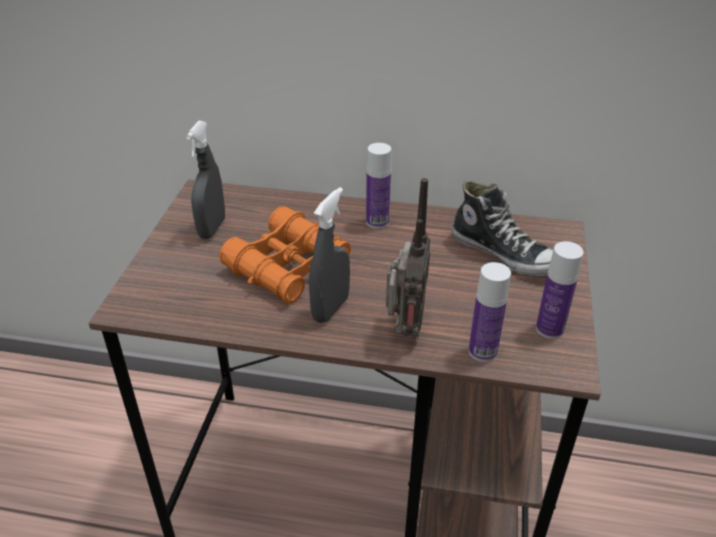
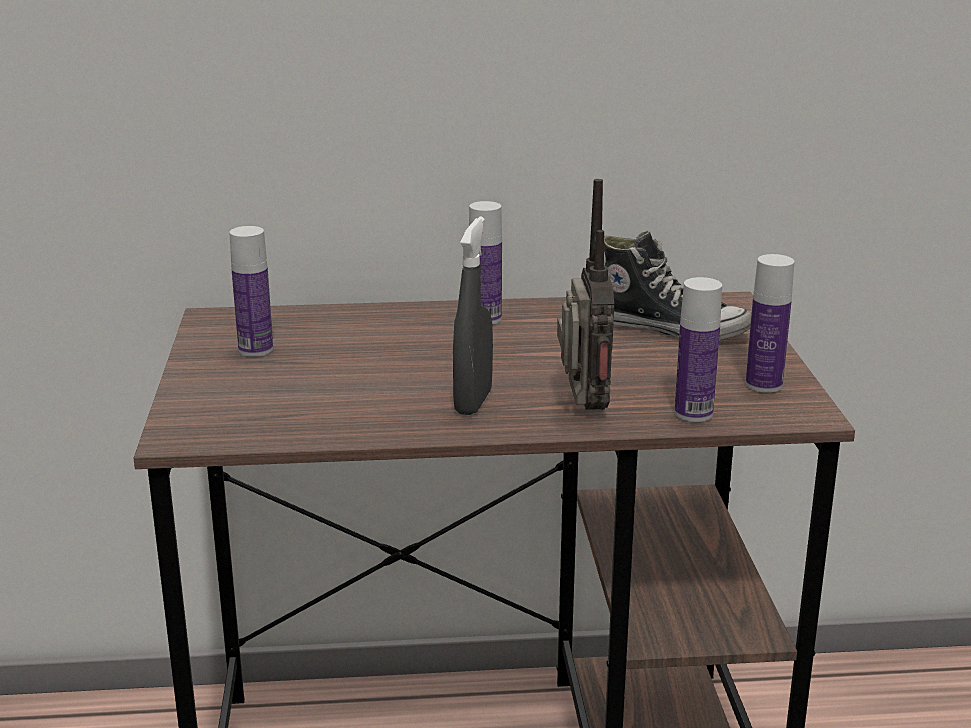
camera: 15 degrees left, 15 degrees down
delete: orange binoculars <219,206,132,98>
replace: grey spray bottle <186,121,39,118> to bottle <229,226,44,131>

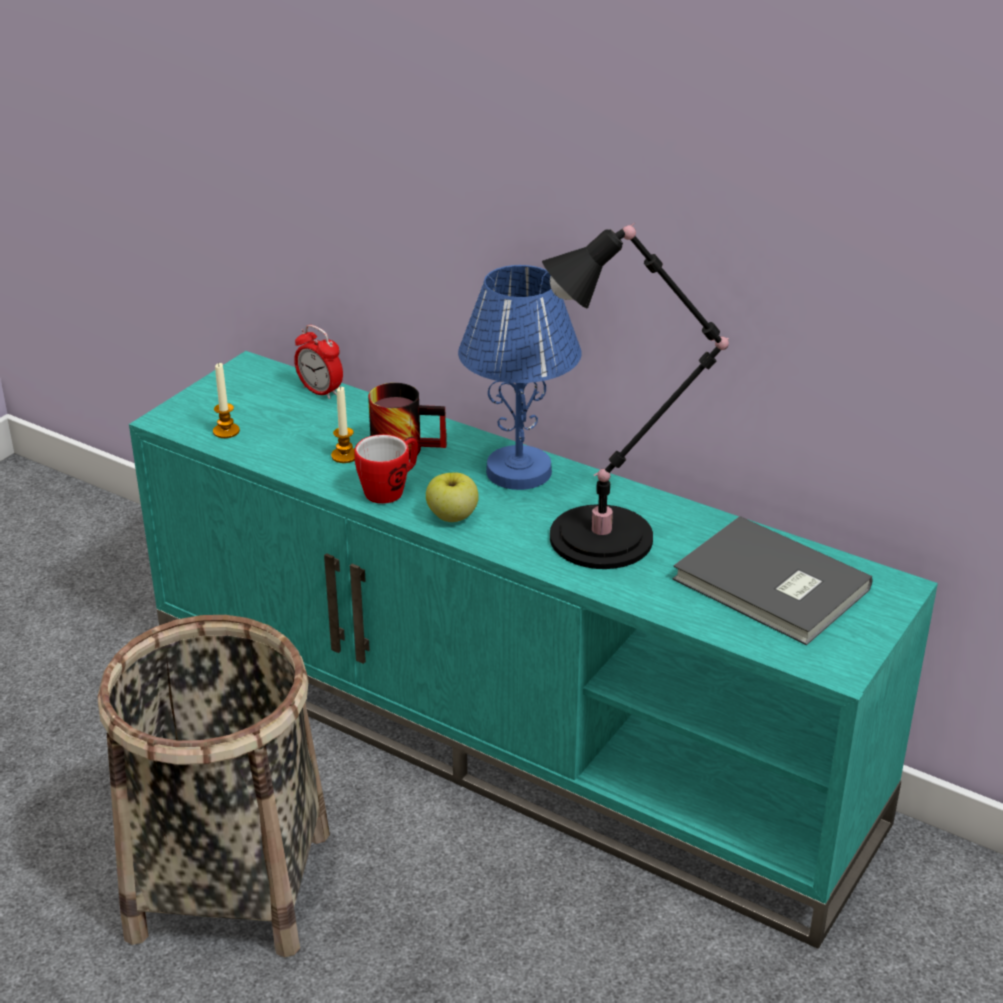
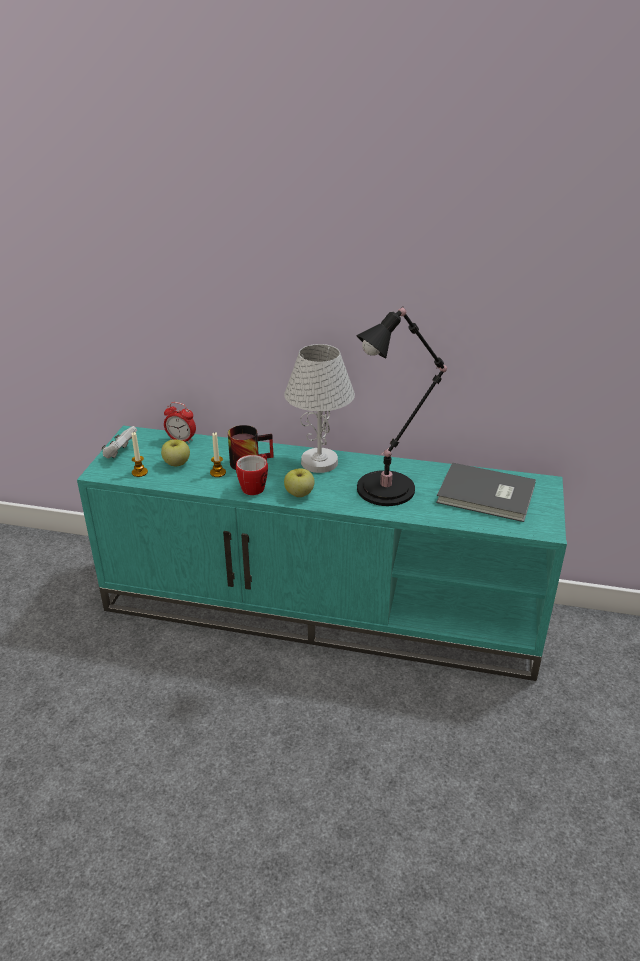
camera: 20 degrees left, 0 degrees up
delete: basket <98,615,232,342>
insert: white game controller <102,426,35,33>; apple <161,439,29,27>
recolor: blue table lamp <458,265,124,225> to white table lamp <284,344,71,129>

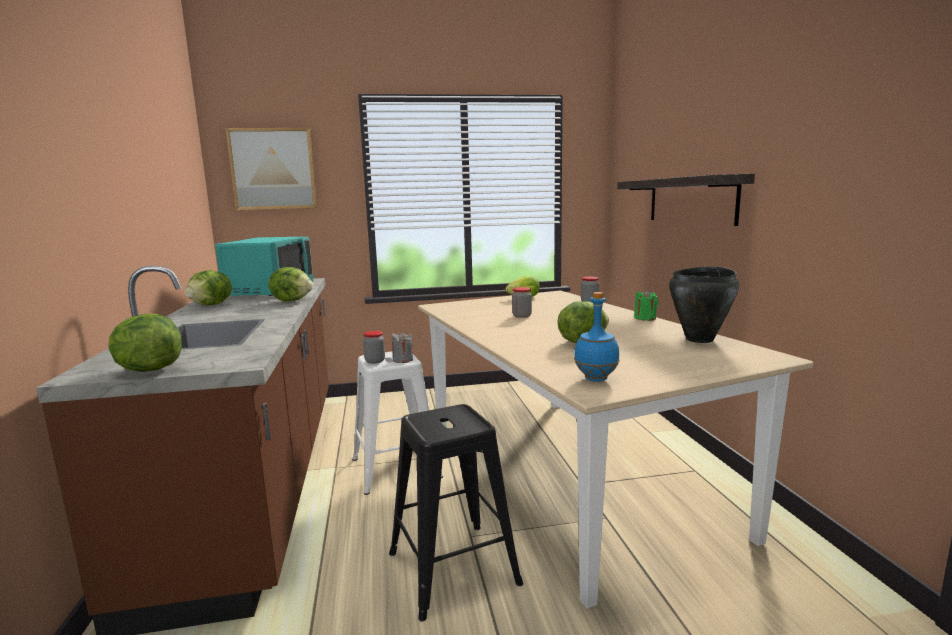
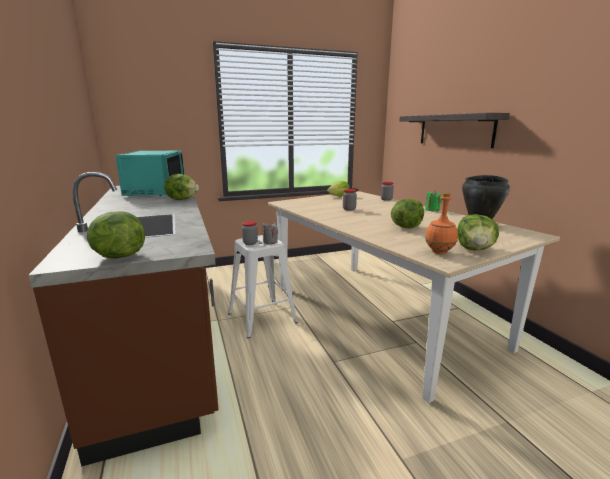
camera: 10 degrees left, 5 degrees up
delete: picture <226,128,91,82>; black stool <389,404,134,218>
move: lettuce <185,270,47,35> to <457,214,42,37>
recolor: blue bottle <574,292,46,90> to orange bottle <425,193,33,61>

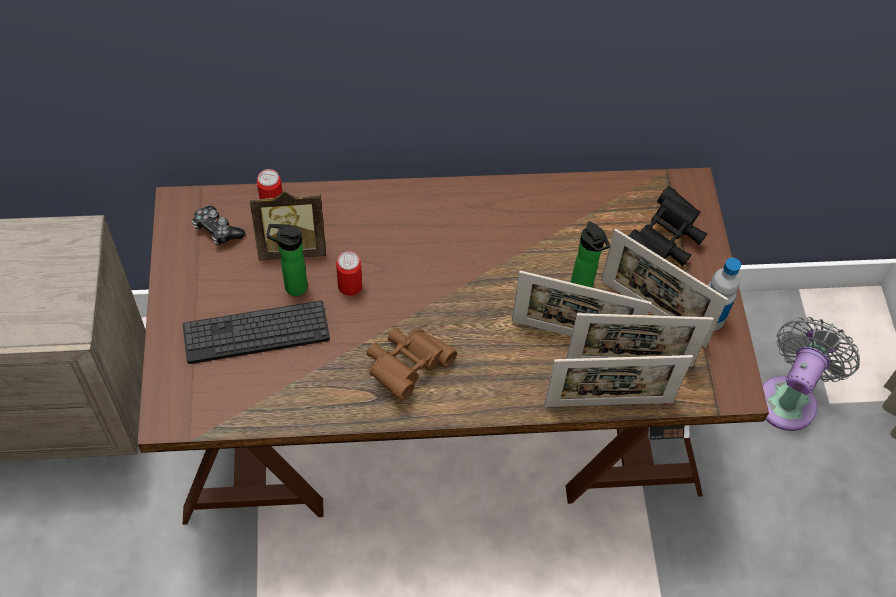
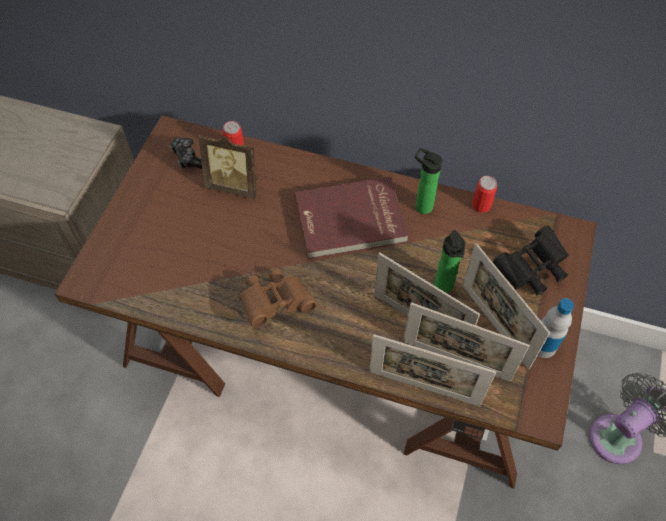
camera: 25 degrees right, 0 degrees up
delete: keyboard <183,301,147,63>
insert: red book <295,177,114,82>
move: bottle <266,224,42,72> to <415,148,28,66>; can <336,251,26,45> to <472,176,25,37>

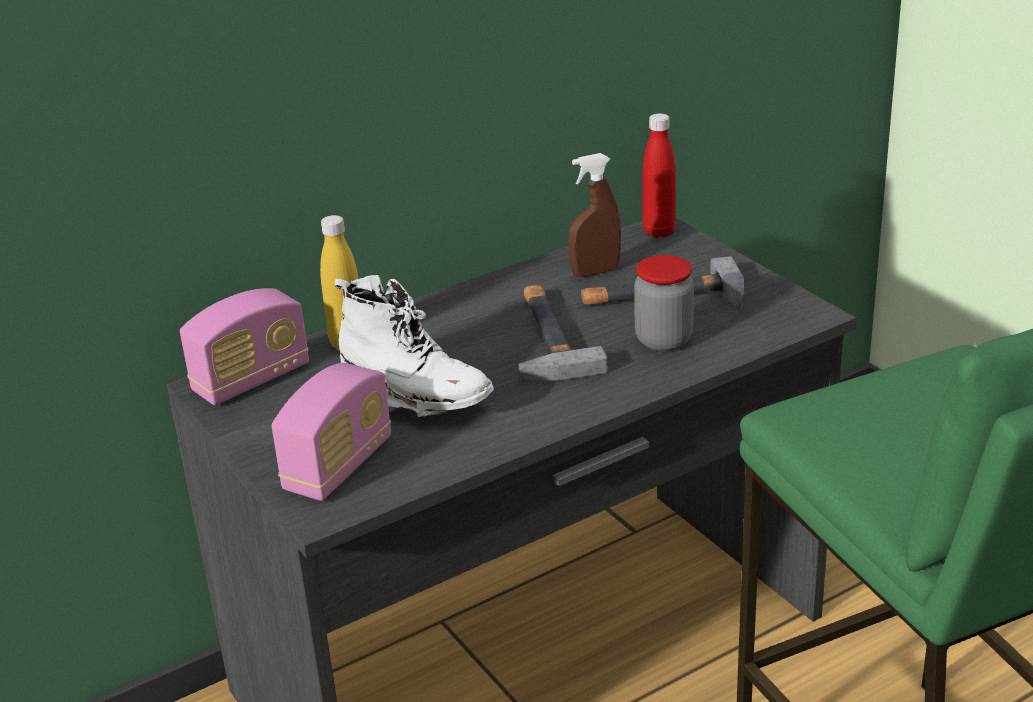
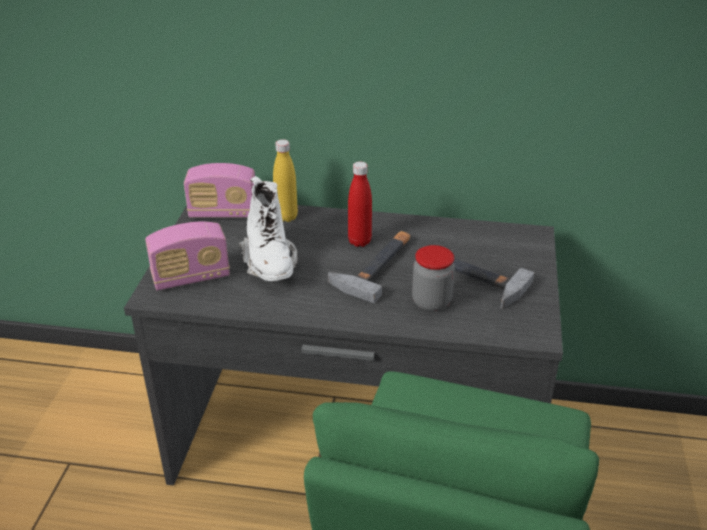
camera: 40 degrees right, 5 degrees up
delete: brown spray bottle <568,153,53,124>
move: red bottle <642,113,34,125> to <348,162,24,85>

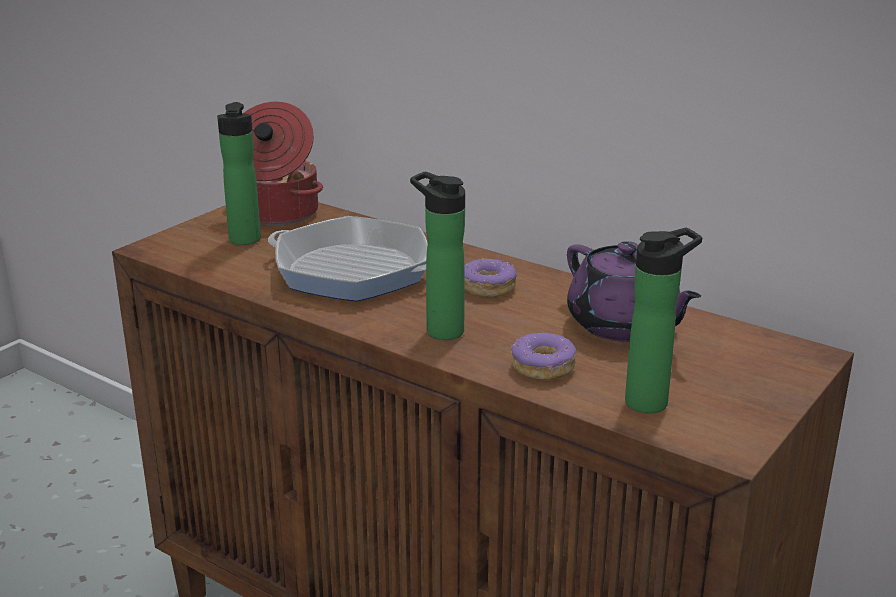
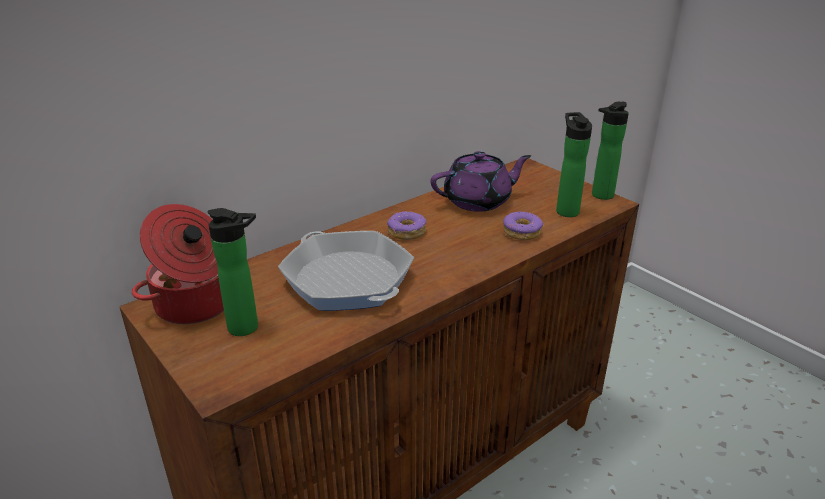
camera: 75 degrees left, 5 degrees up
move: bottle <410,171,55,169> to <592,102,37,98>
rotate: frying pan <268,216,160,86> = <278,231,136,80> 75 degrees counterclockwise

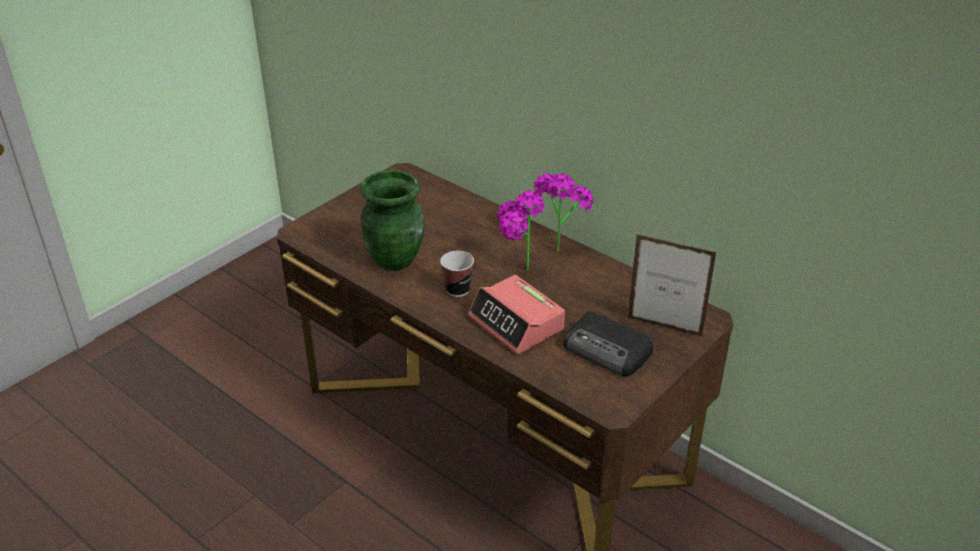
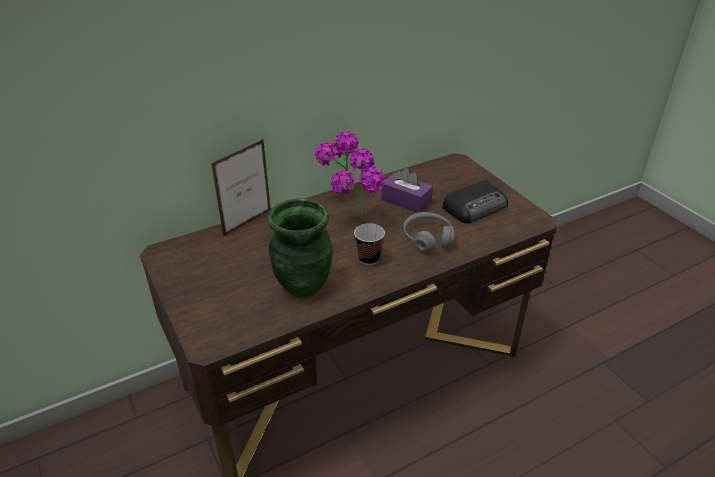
camera: 70 degrees left, 0 degrees up
insert: purple tissue box <381,168,52,45>
move: picture frame <628,234,89,103> to <211,139,60,98>
replace: alarm clock <468,275,97,79> to grey headphones <403,212,52,41>

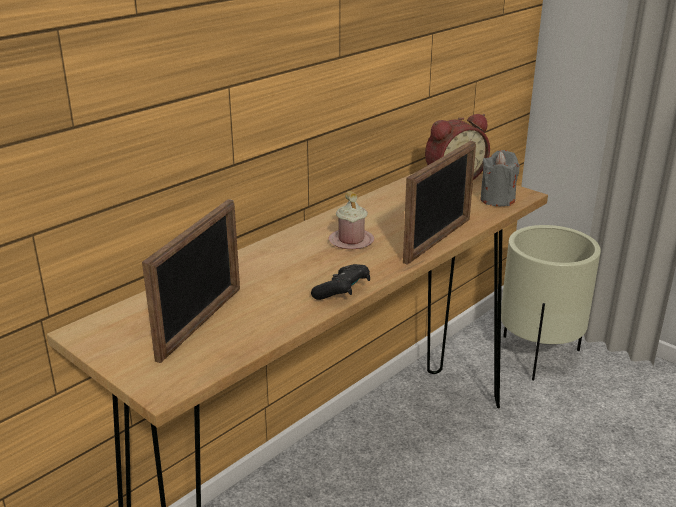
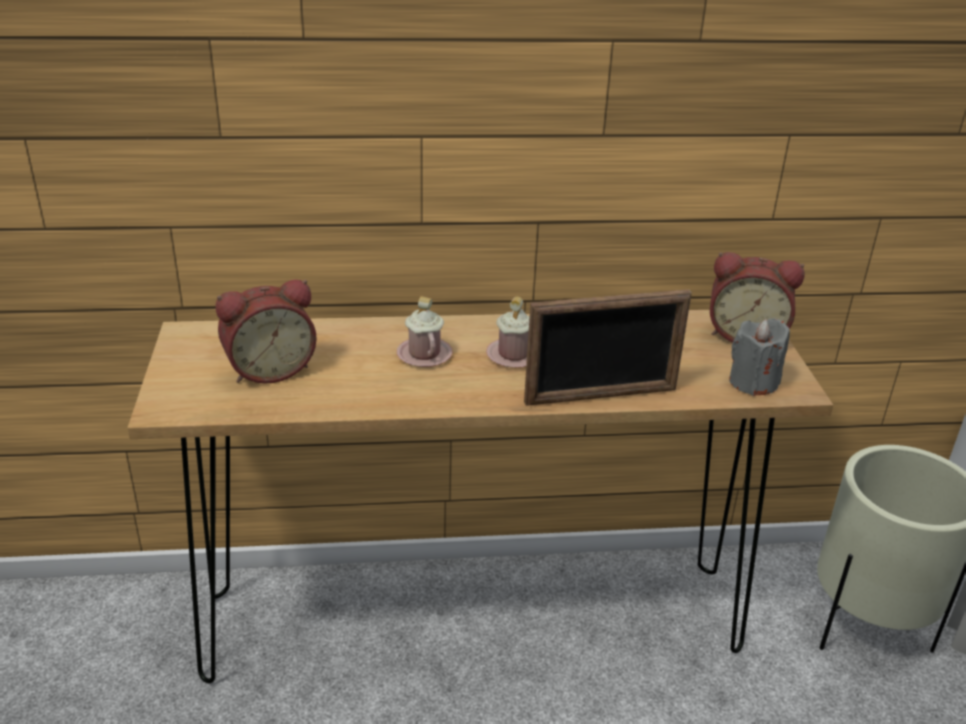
camera: 40 degrees right, 5 degrees up
delete: black game controller <311,264,59,36>
insert: pink mug <397,296,56,71>
replace: picture frame <142,199,98,164> to alarm clock <215,279,102,105>

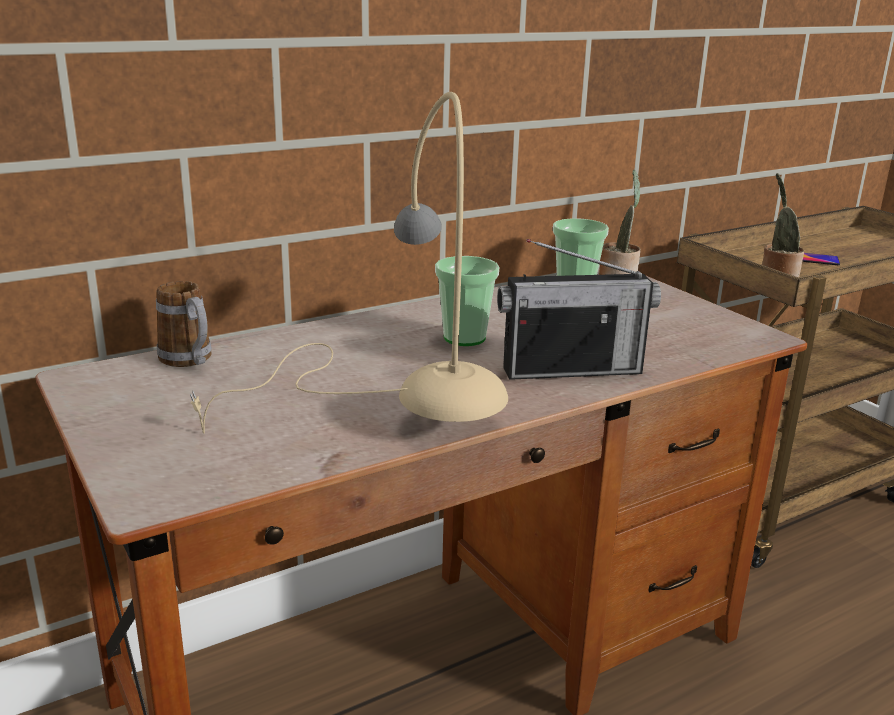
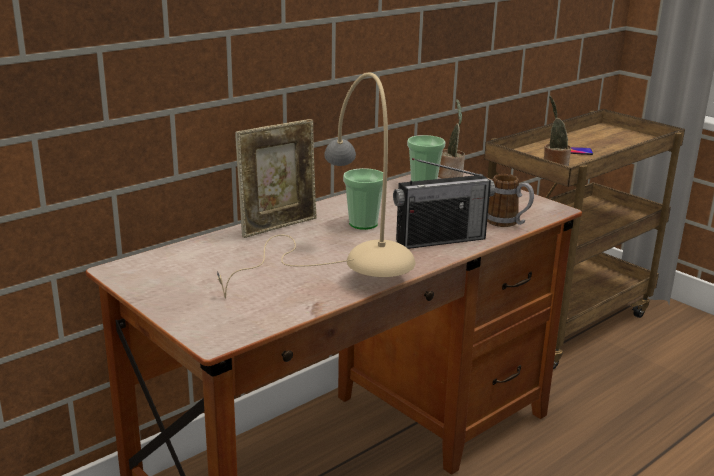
camera: 10 degrees left, 0 degrees up
insert: picture frame <235,119,81,119>
move: mug <156,281,56,86> to <487,174,47,53>

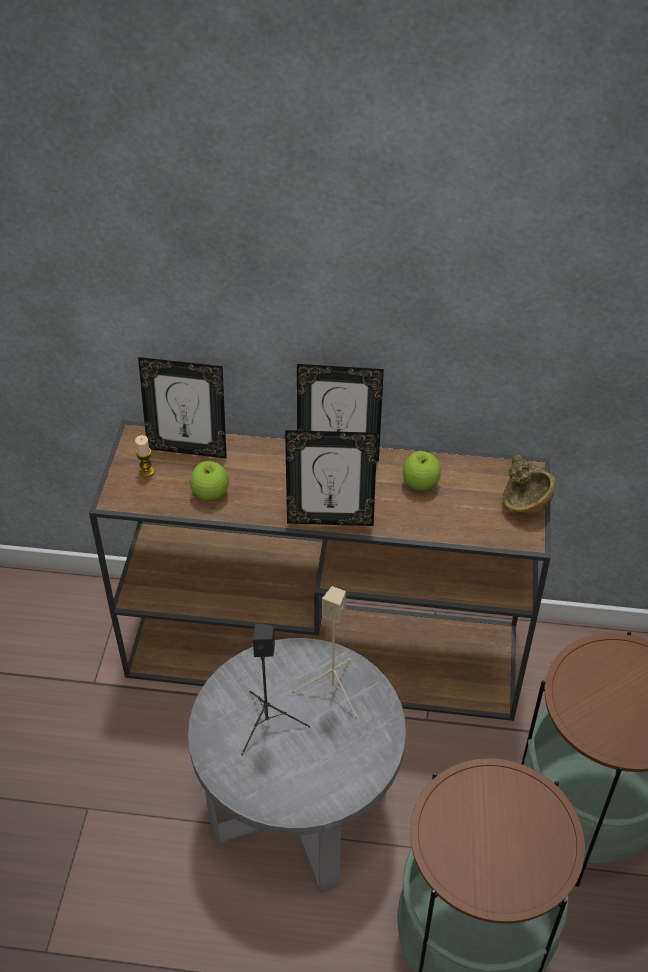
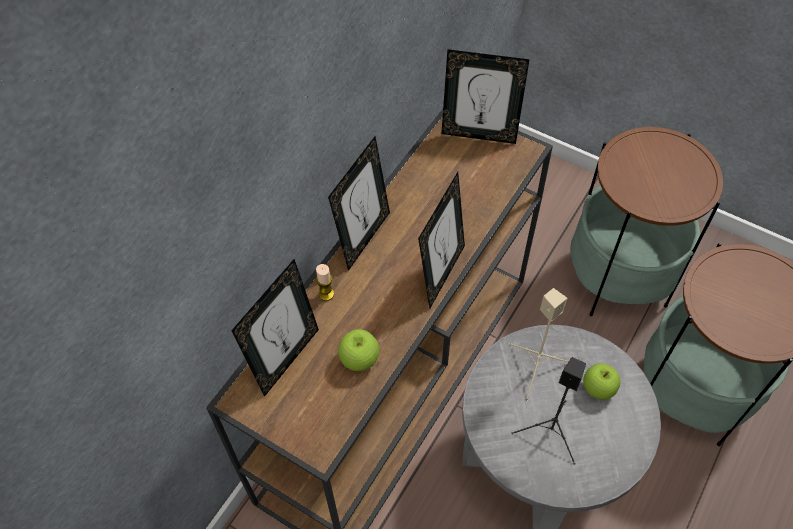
camera: 65 degrees left, 10 degrees up
move: candle <135,435,19,42> to <316,264,18,37>; apple <403,451,38,40> to <583,363,38,37>
replace: brown bowl <503,455,53,60> to picture frame <441,49,89,95>

